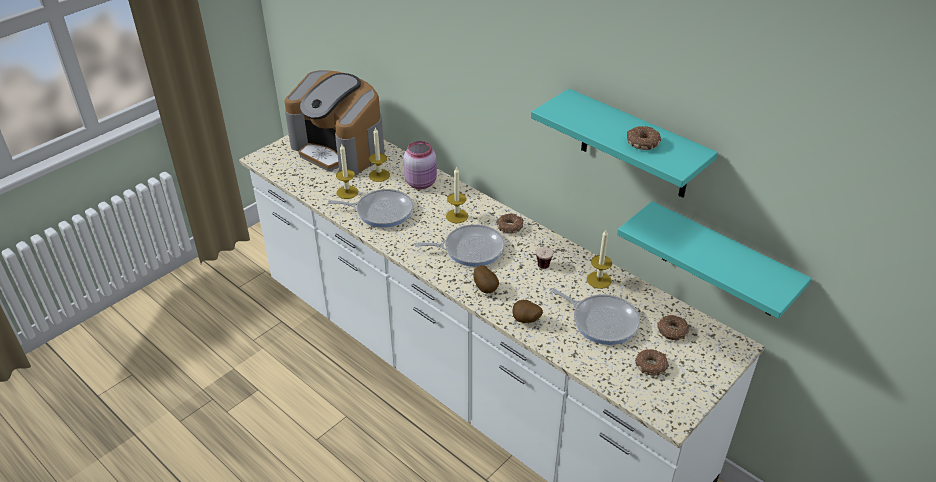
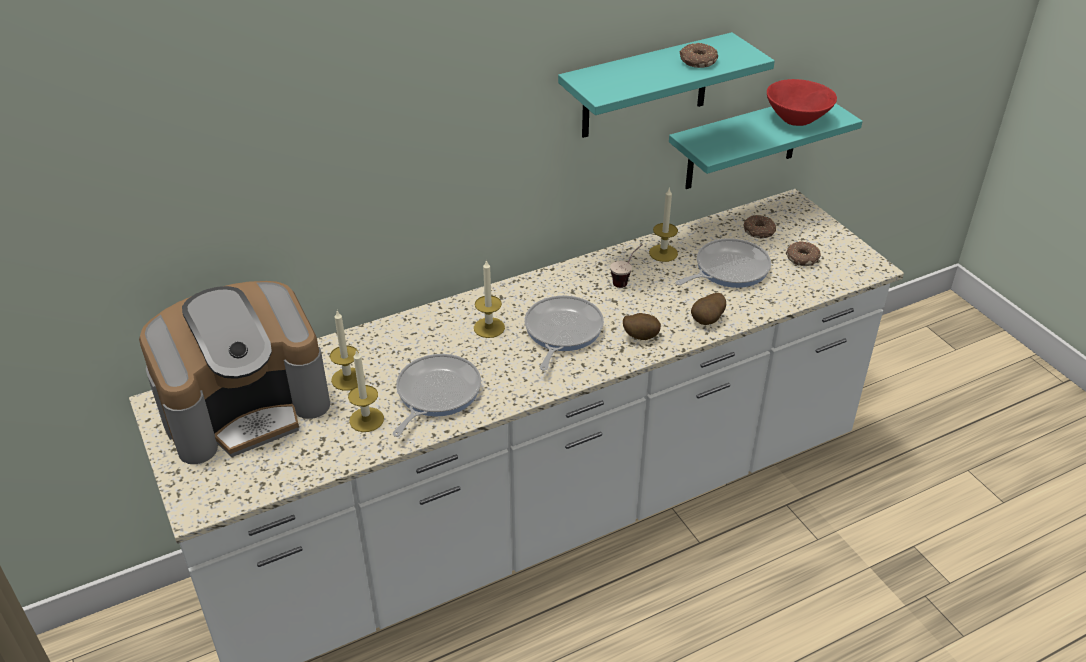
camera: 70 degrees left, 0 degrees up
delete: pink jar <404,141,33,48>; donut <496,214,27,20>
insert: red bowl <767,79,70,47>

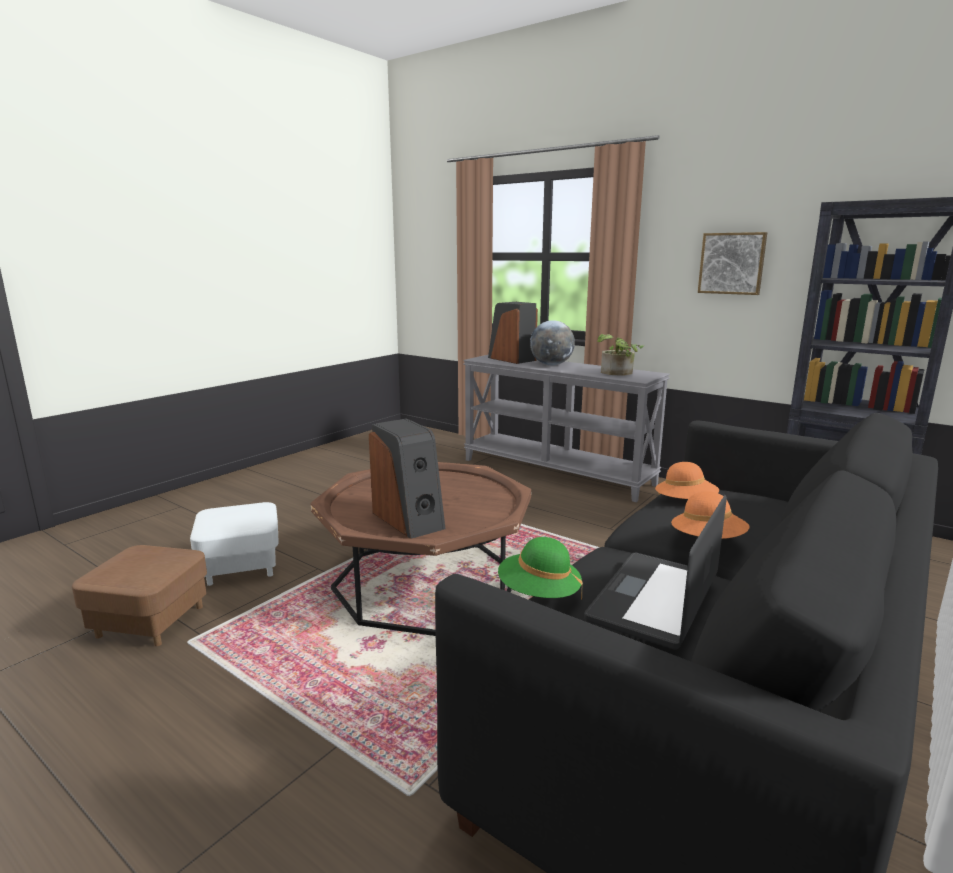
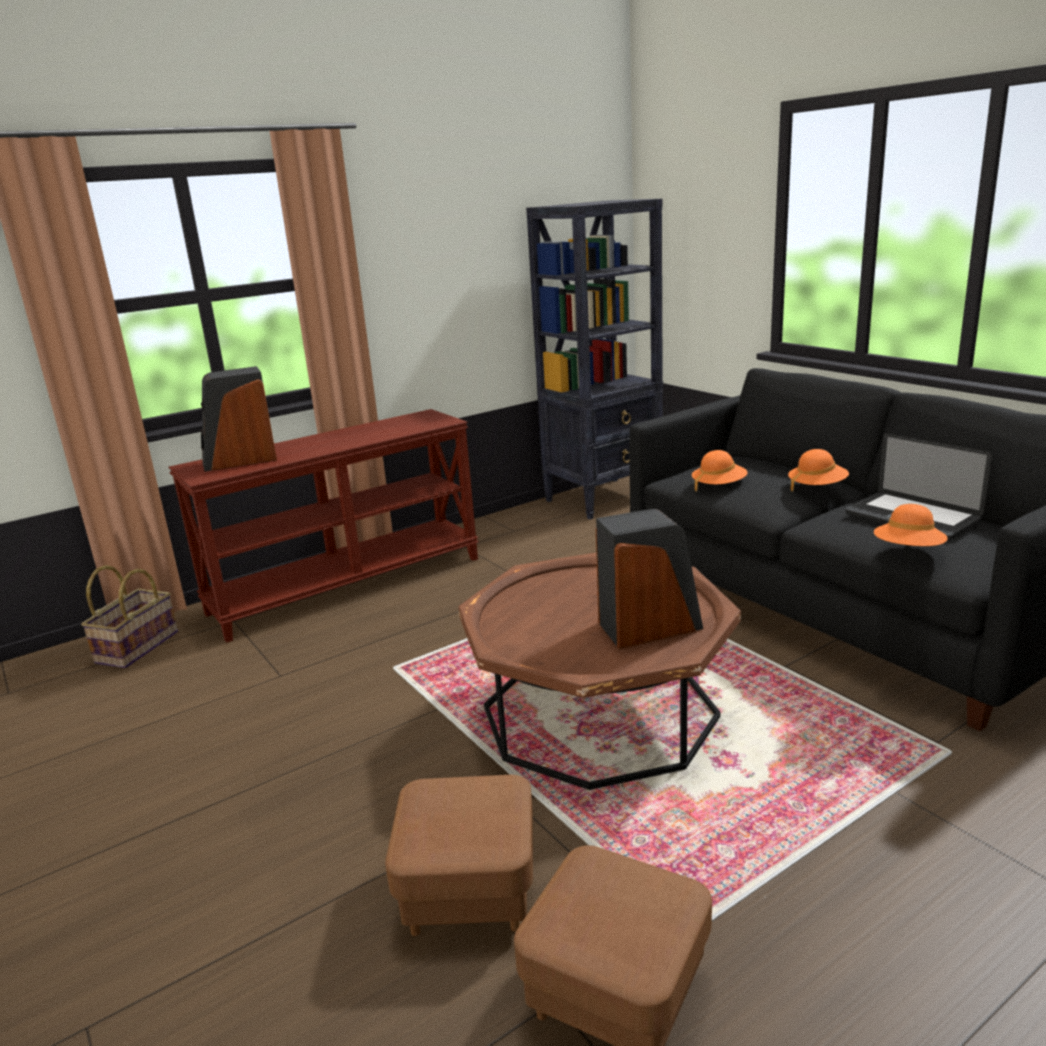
camera: 70 degrees left, 5 degrees up
delete: globe <530,320,45,45>; potted plant <597,334,47,42>; picture <698,232,69,63>
insert: basket <81,565,97,103>
recolor: white ottoman <190,502,89,84> to brown ottoman <385,775,148,161>; grey console table <463,354,207,148> to brown console table <168,409,311,234>; green hat <498,537,85,63> to orange hat <874,504,74,42>

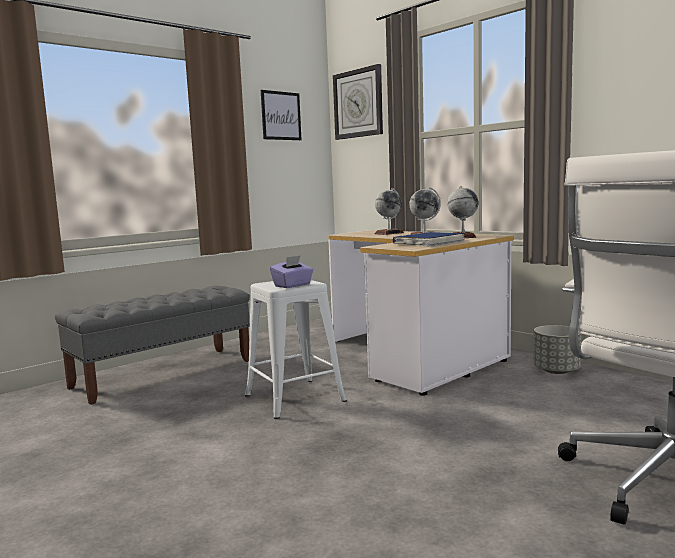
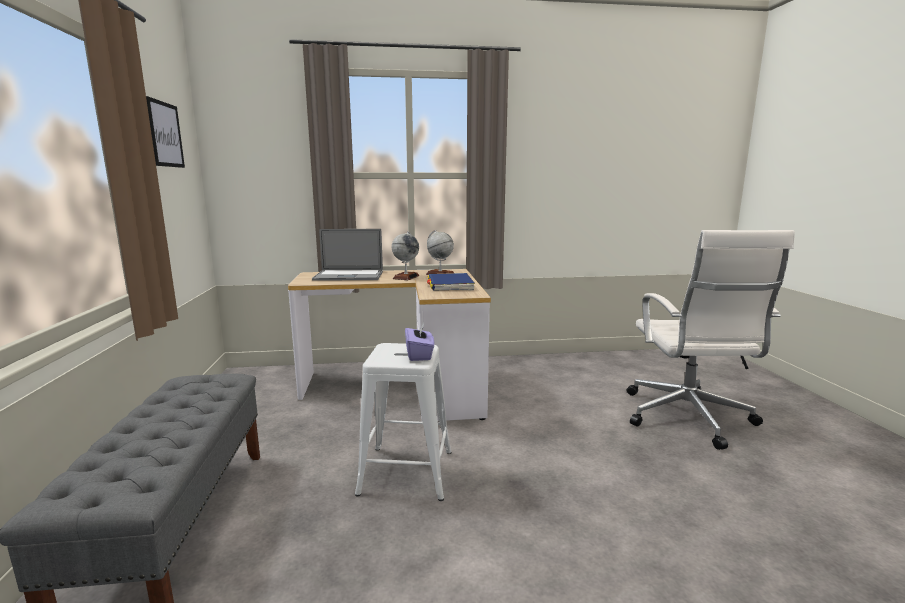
camera: 55 degrees left, 5 degrees up
delete: wall clock <333,64,50,76>; grey planter <533,325,48,49>
replace: globe <375,188,29,47> to laptop <312,229,71,52>

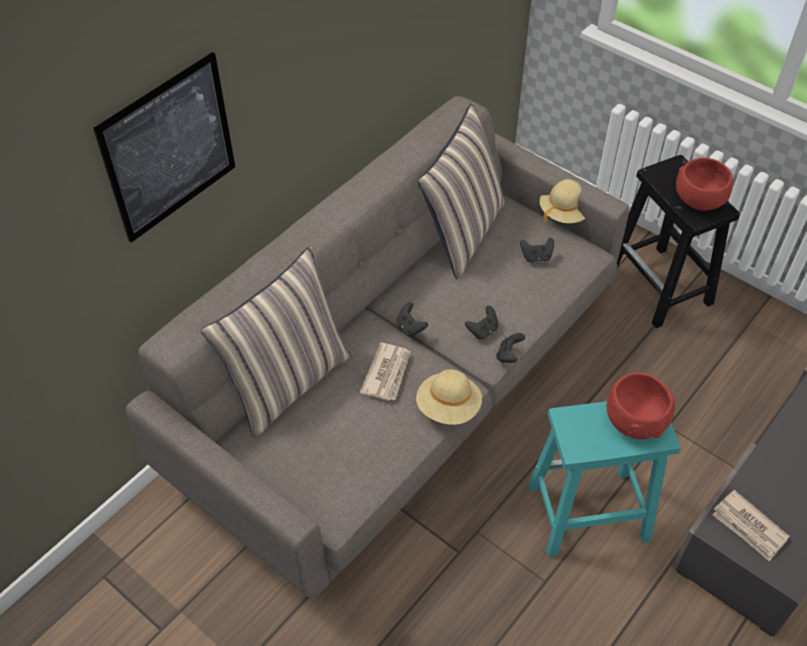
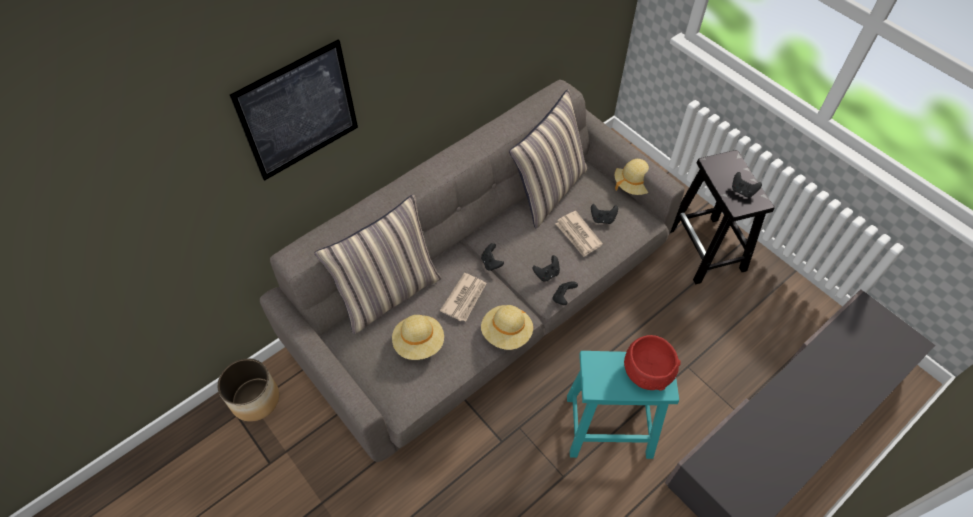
camera: 10 degrees right, 5 degrees up
insert: planter <218,358,61,64>; beige hat <392,315,52,45>
move: newspaper <712,490,78,71> to <556,211,47,46>
replace: red bowl <676,158,57,53> to black game controller <732,172,30,26>

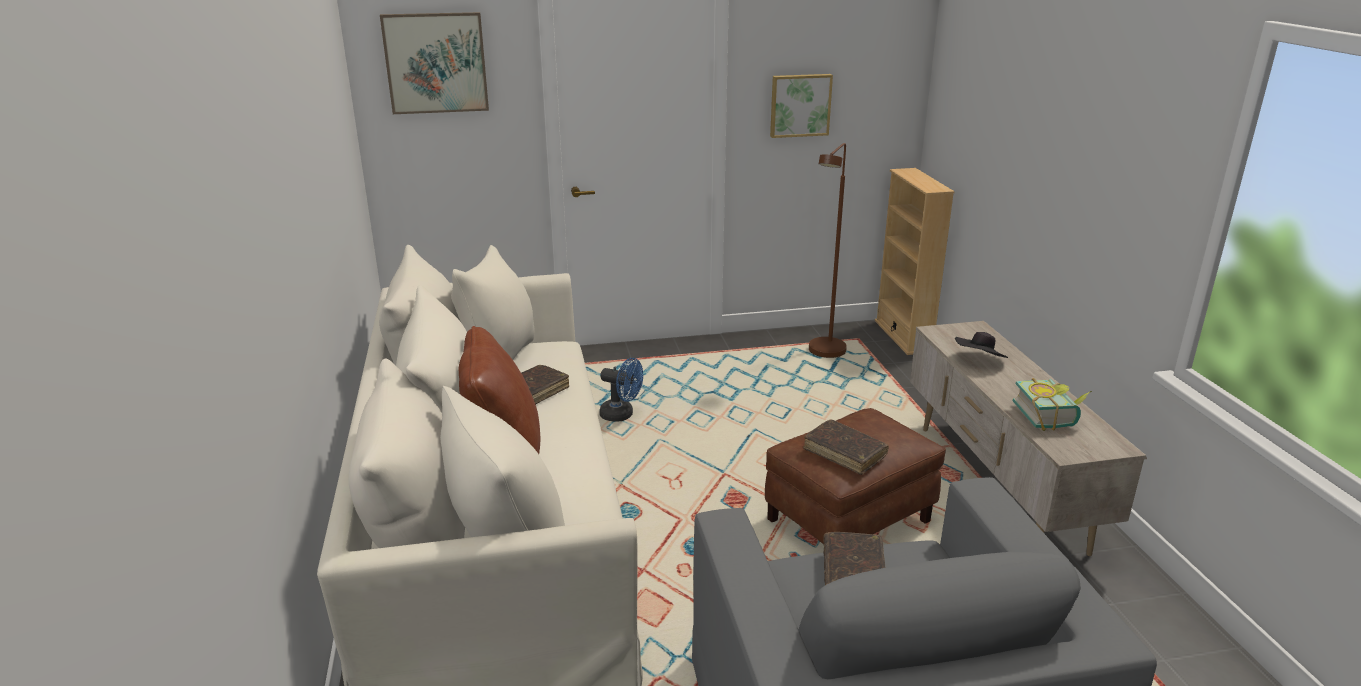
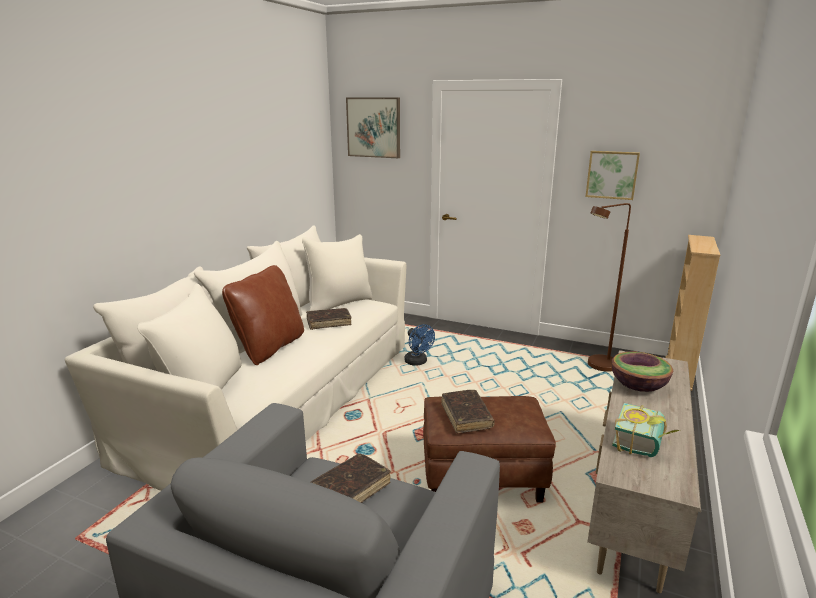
camera: 35 degrees right, 5 degrees down
replace: black hat <955,332,53,26> to bowl <612,352,61,40>

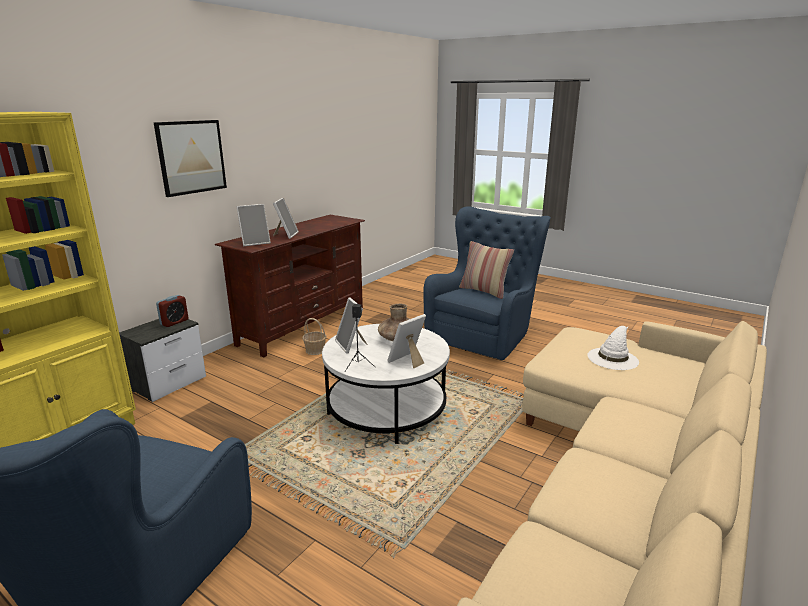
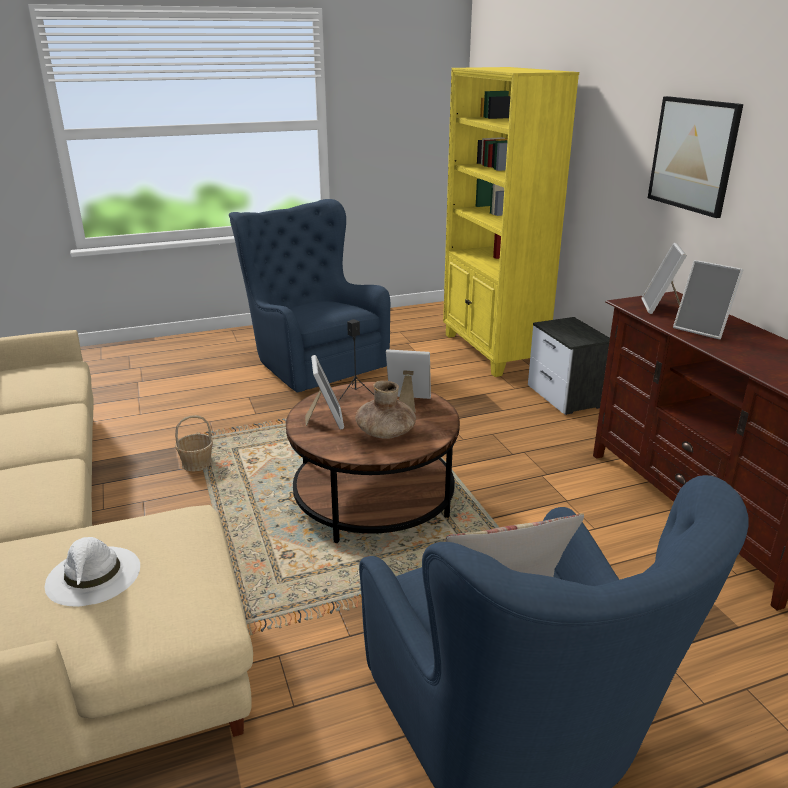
camera: 125 degrees right, 5 degrees up
delete: alarm clock <156,295,33,32>
move: basket <302,318,25,37> to <175,415,38,56>
recolor: white coffee table <322,324,128,120> to brown coffee table <286,382,174,161>

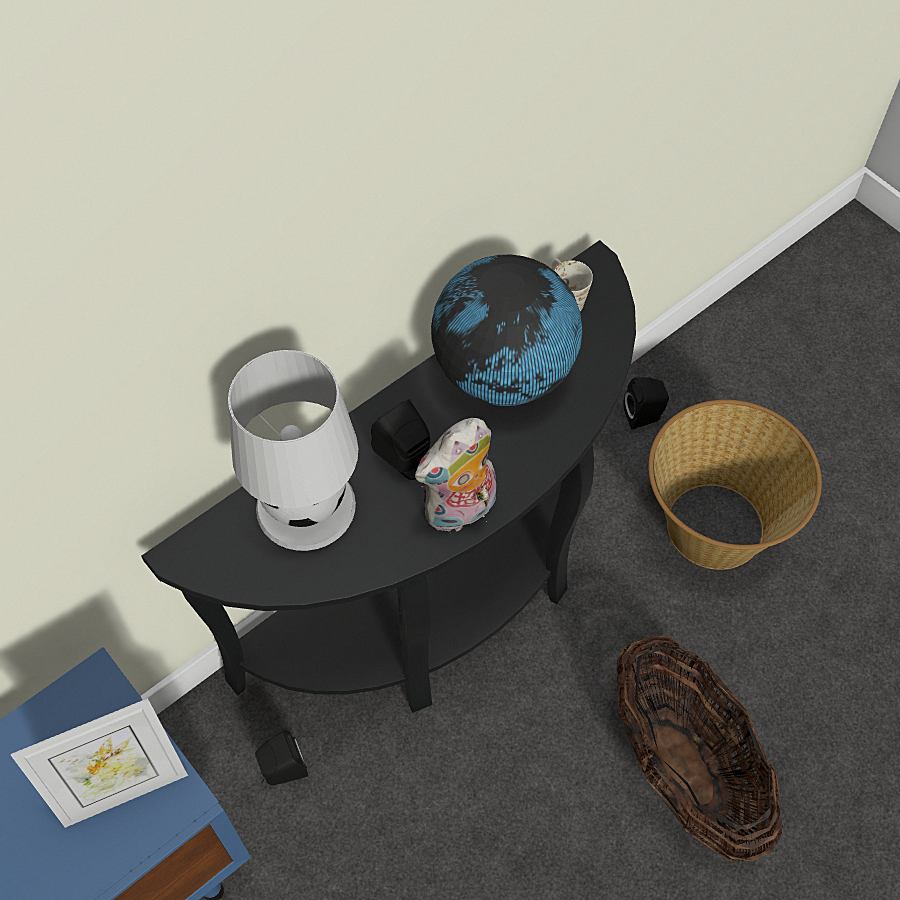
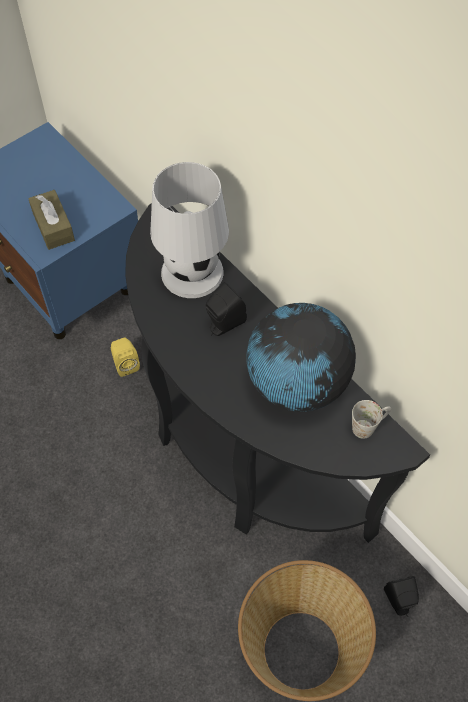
camera: 90 degrees right, 0 degrees up
delete: plush toy <415,418,81,114>; basket <616,636,167,225>
replace: picture frame <11,698,177,130> to brown tissue box <28,190,47,60>
recolor: black speaker <255,730,53,55> to yellow speaker <111,337,29,40>

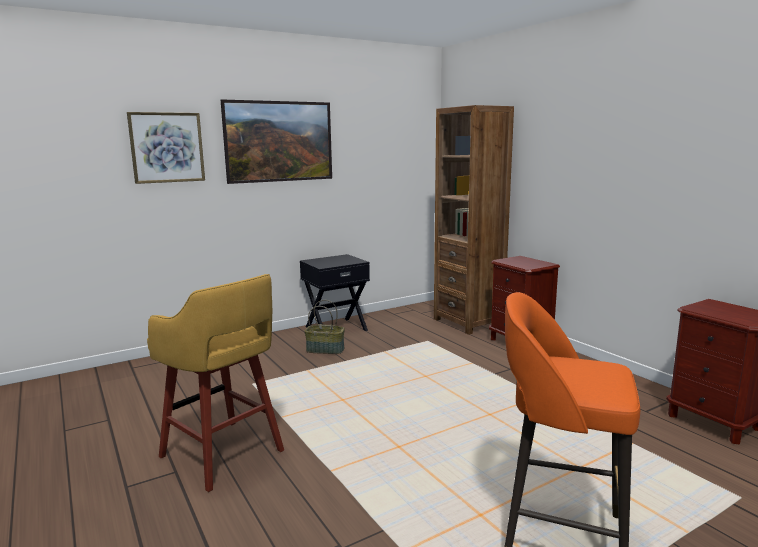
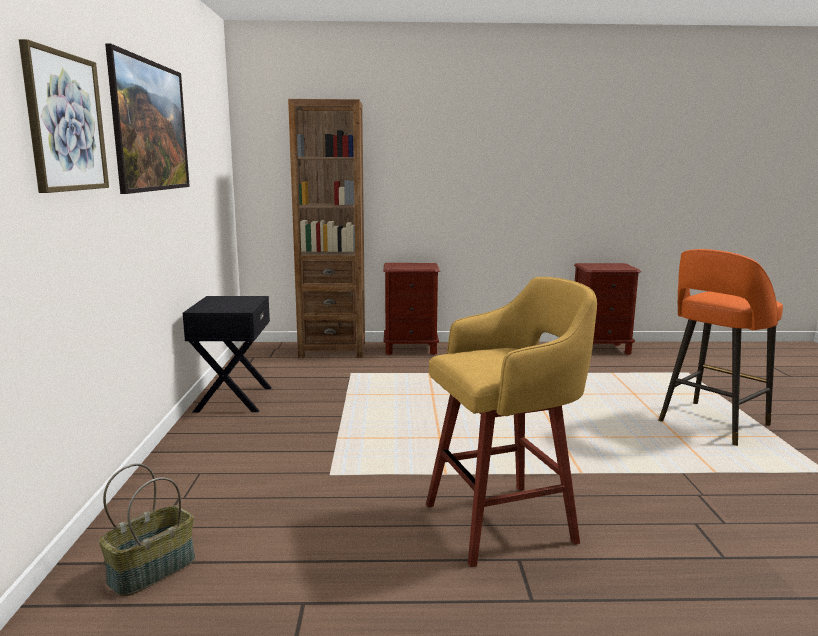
camera: 60 degrees left, 0 degrees up
move: basket <304,300,41,54> to <99,463,96,133>

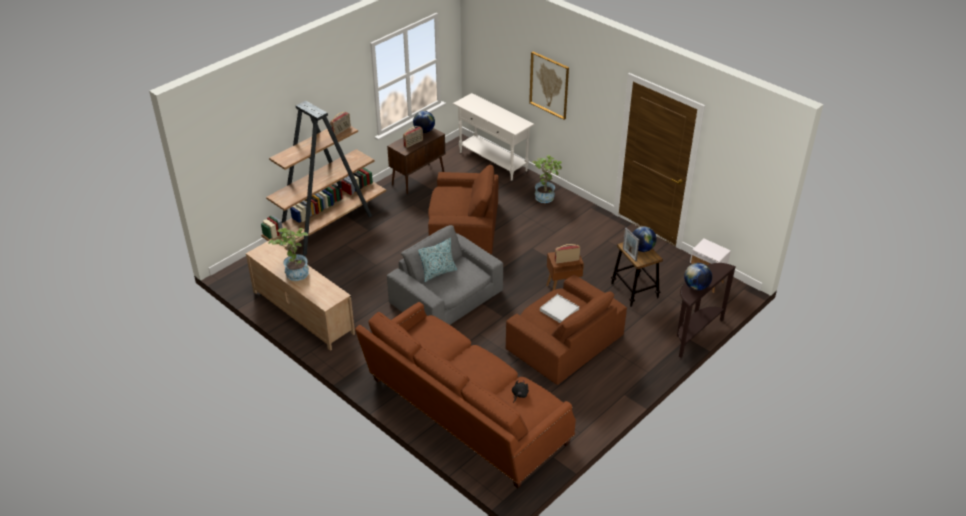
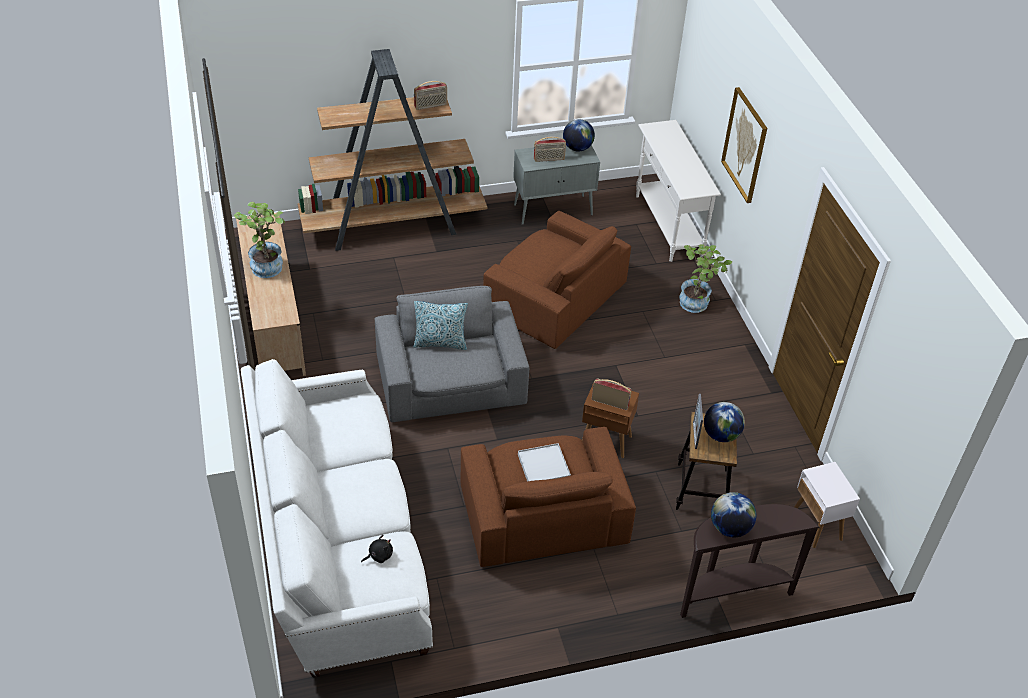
camera: 30 degrees right, 5 degrees up
recolor: brown sofa <355,302,221,186> to white sofa <241,359,192,318>; brown cabinet <387,128,58,66> to grey cabinet <513,145,87,80>

